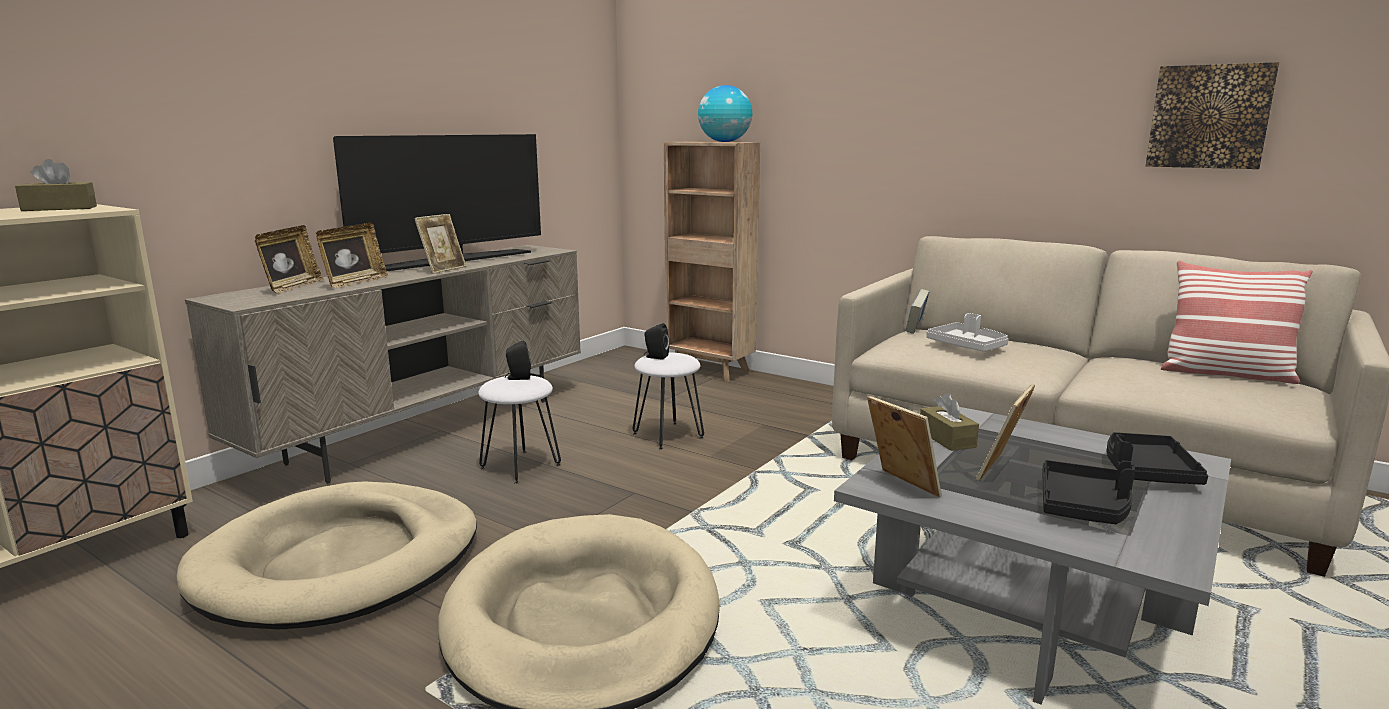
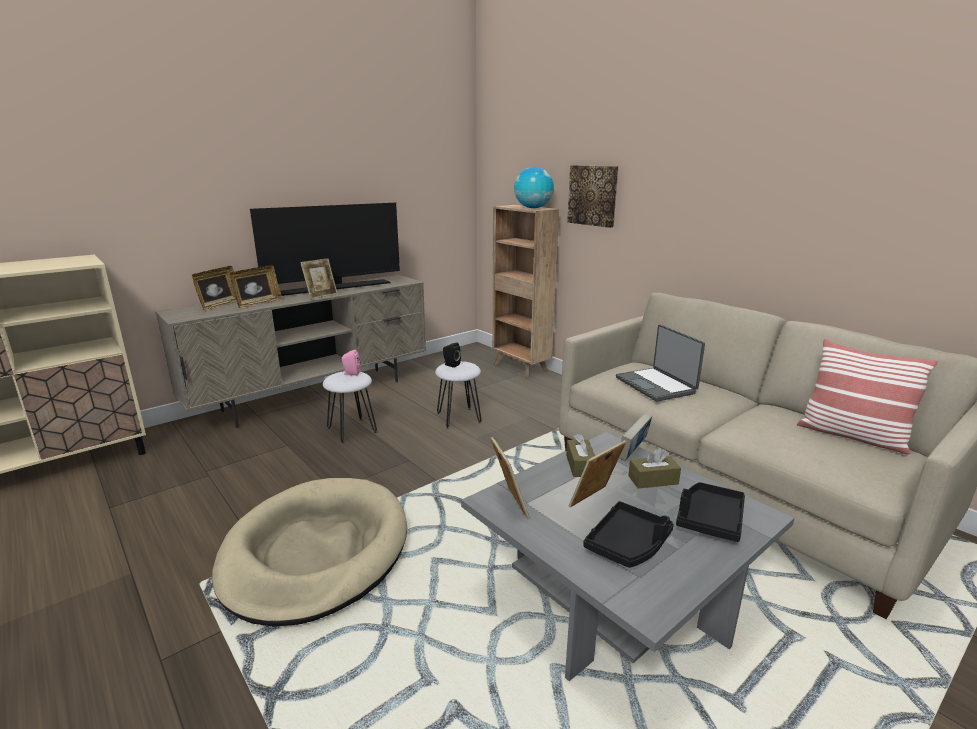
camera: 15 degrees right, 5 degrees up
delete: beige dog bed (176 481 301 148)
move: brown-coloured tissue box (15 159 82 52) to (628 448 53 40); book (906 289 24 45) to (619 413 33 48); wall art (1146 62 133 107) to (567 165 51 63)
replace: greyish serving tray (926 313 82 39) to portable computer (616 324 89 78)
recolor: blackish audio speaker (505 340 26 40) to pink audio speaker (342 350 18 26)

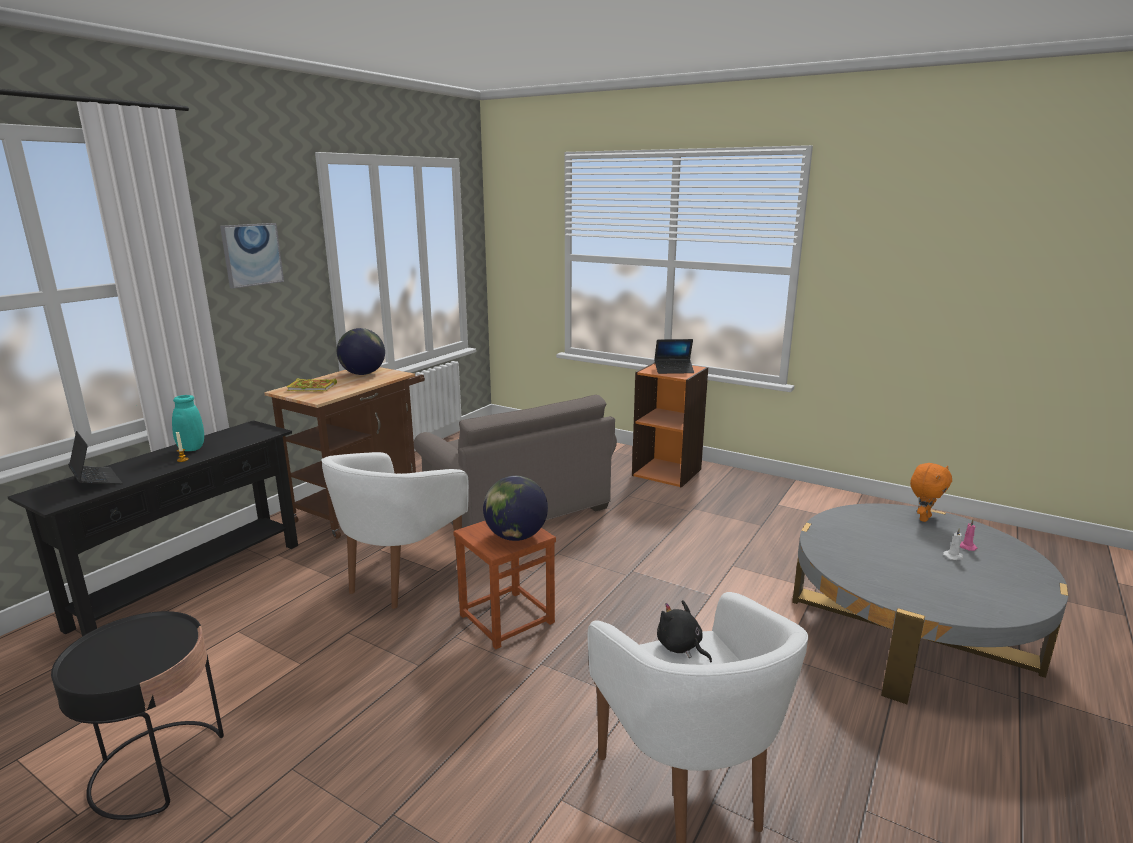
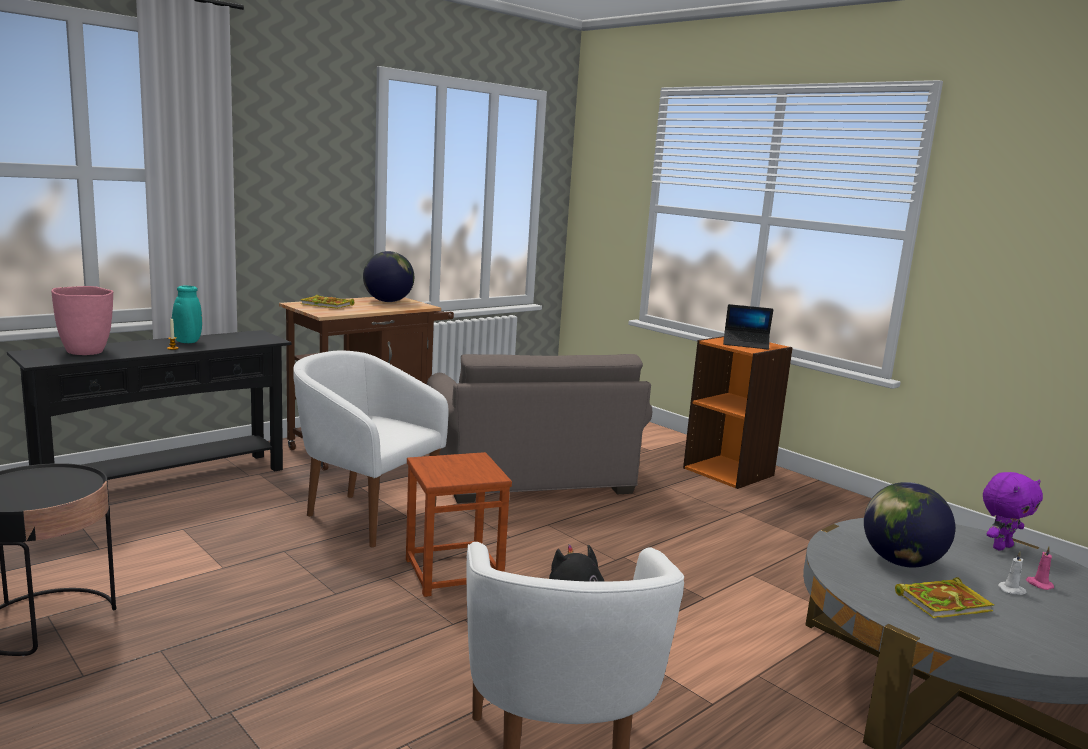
camera: 15 degrees right, 5 degrees down
delete: wall art (220 223 64 66)
insert: book (895 577 100 41)
move: globe (483 476 65 65) to (864 482 91 86)
replace: portable computer (68 431 55 54) to pink vase (51 286 62 69)
recolor: orangey cuddly toy (910 463 42 59) to purplish cuddly toy (983 472 60 79)
rotate: white armchair (321 452 148 157) = (293 351 156 196) 75 degrees clockwise

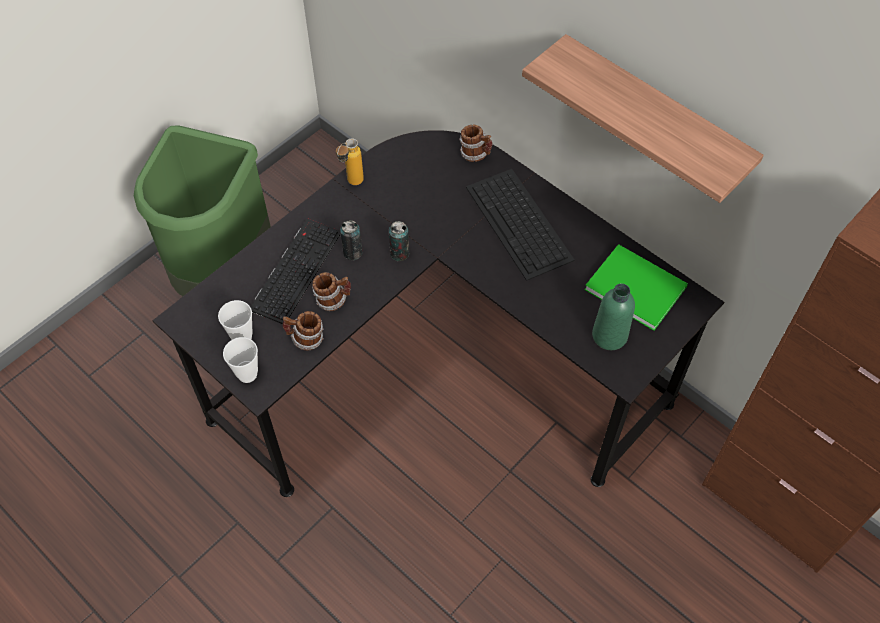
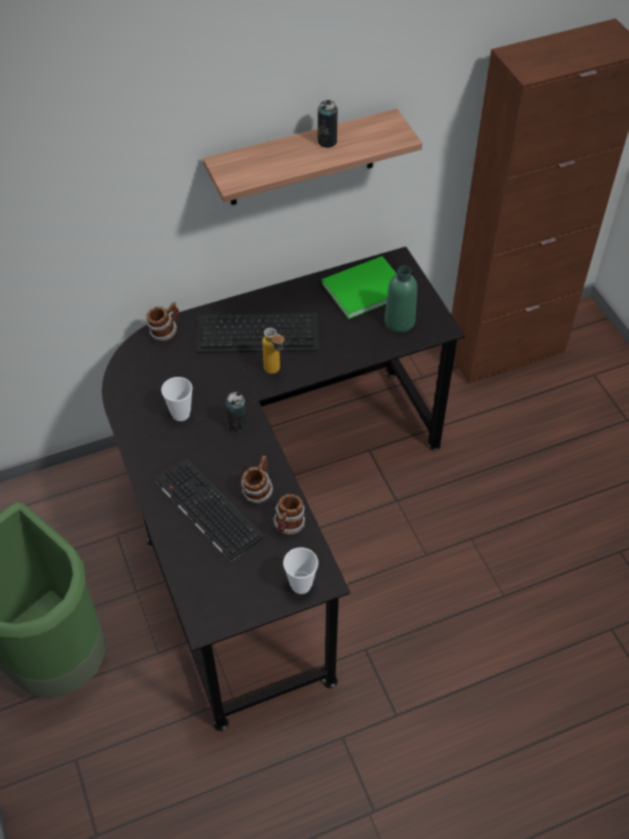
camera: 65 degrees left, 5 degrees down
move: small cup (218 300 34 40) to (161 377 32 44); drink bottle (336 139 28 46) to (262 328 22 46); sealed can (340 220 22 40) to (318 100 20 48)

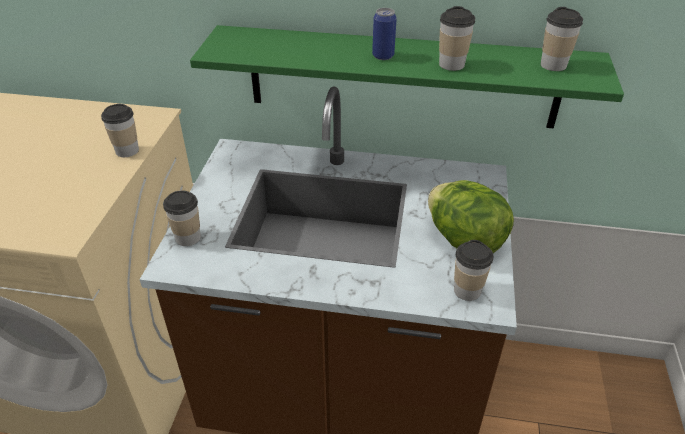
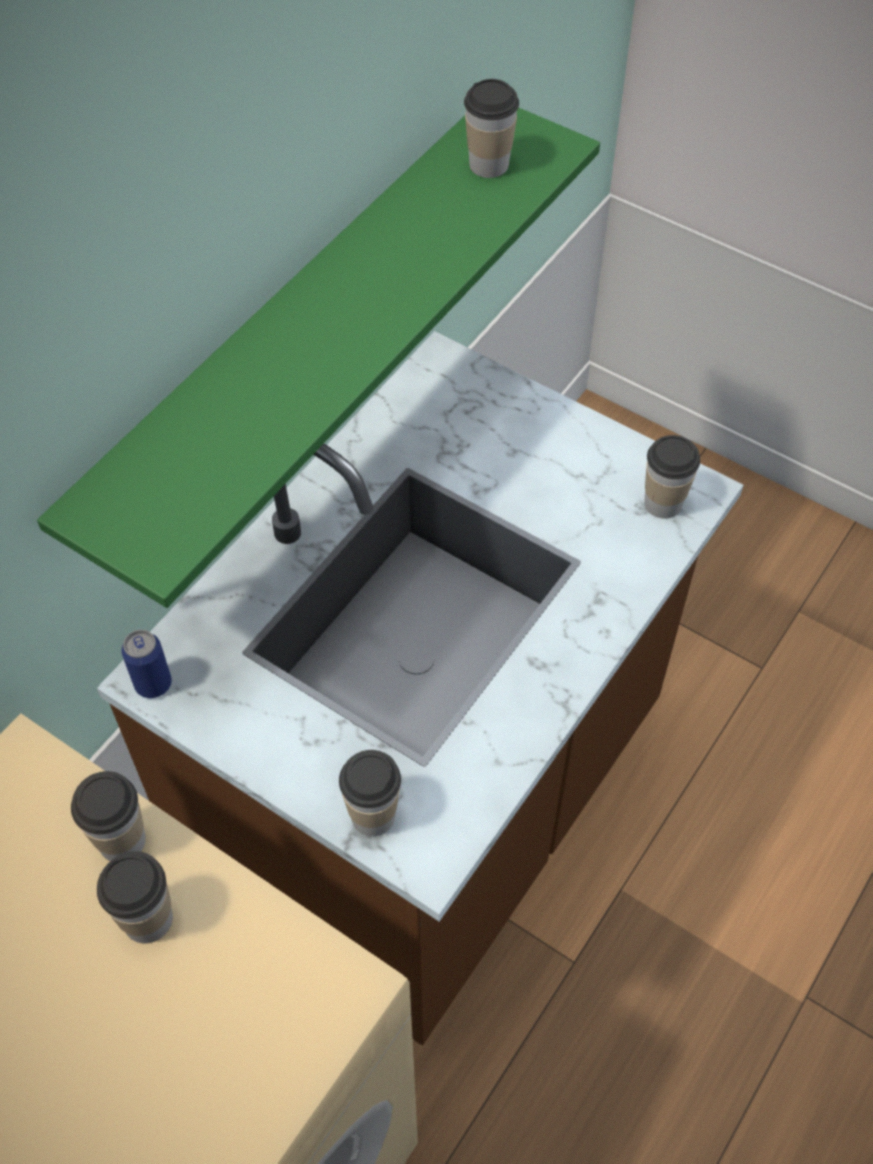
camera: 65 degrees left, 15 degrees up
delete: lettuce (428 180 86 73)
move: sealed can (372 8 25 52) to (121 630 51 68); small cup (439 6 36 65) to (97 851 76 93)

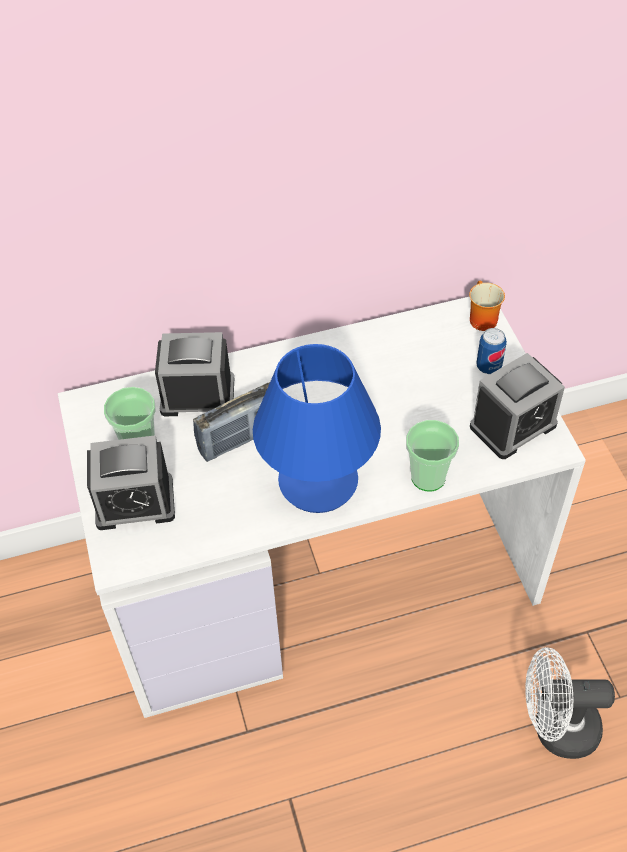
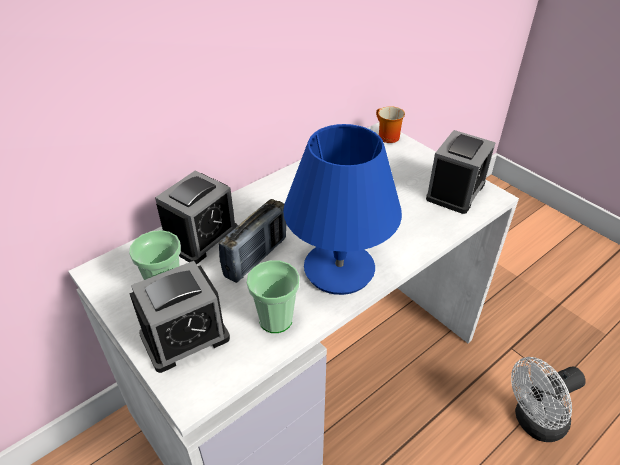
camera: 25 degrees left, 10 degrees down
delete: sealed can (476 328 31 46)
move: small cup (406 420 53 72) to (247 260 53 73)
rotate: table clock (155 332 79 84) = (155 170 83 94) 150 degrees clockwise

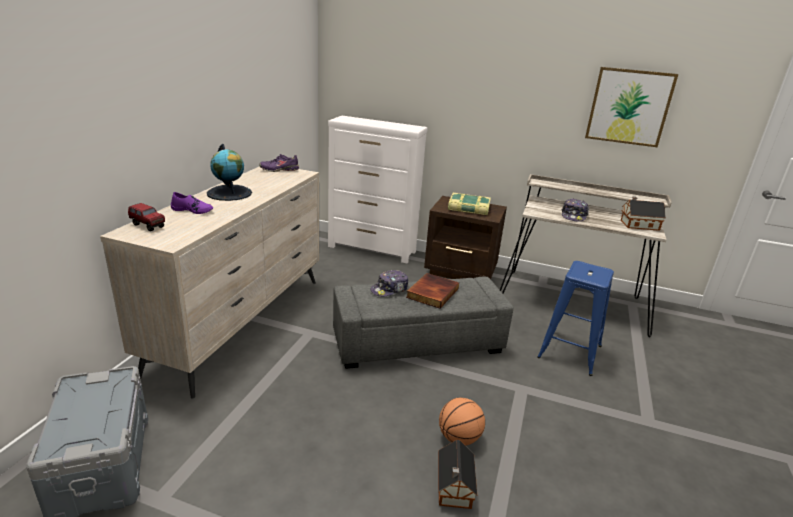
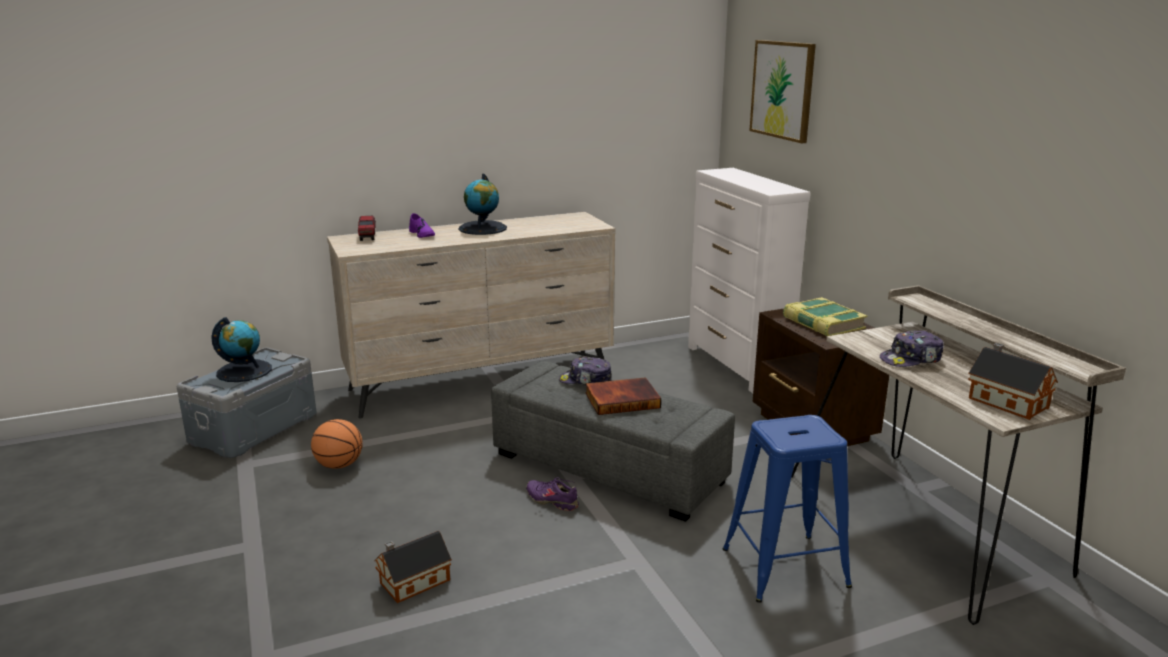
camera: 50 degrees right, 5 degrees down
insert: globe (211 317 61 65)
move: purplish shoe (259 154 40 18) to (526 477 53 34); basketball ball (439 398 46 48) to (311 419 52 50); wall art (585 67 93 80) to (749 40 67 103)

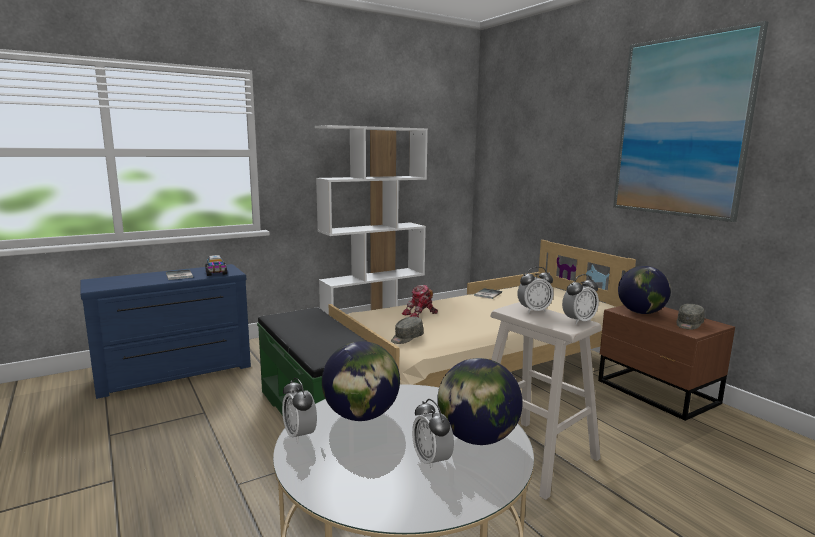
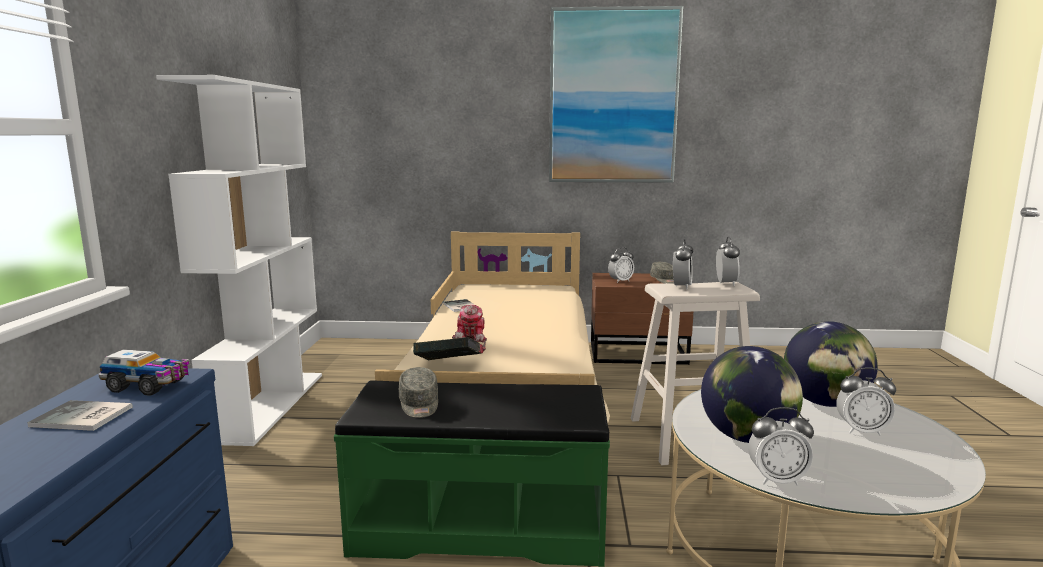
camera: 55 degrees left, 0 degrees up
insert: book (413 337 68 24)
move: greyish cap (391 317 33 27) to (399 367 39 51)
replace: globe (618 266 53 48) to table clock (608 247 26 36)

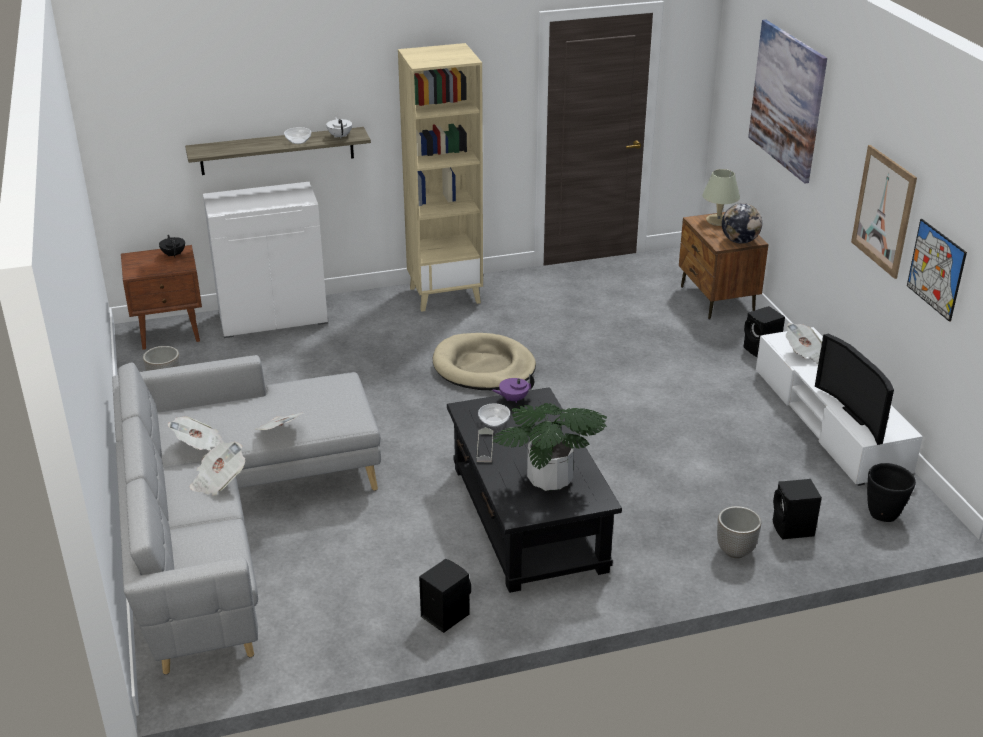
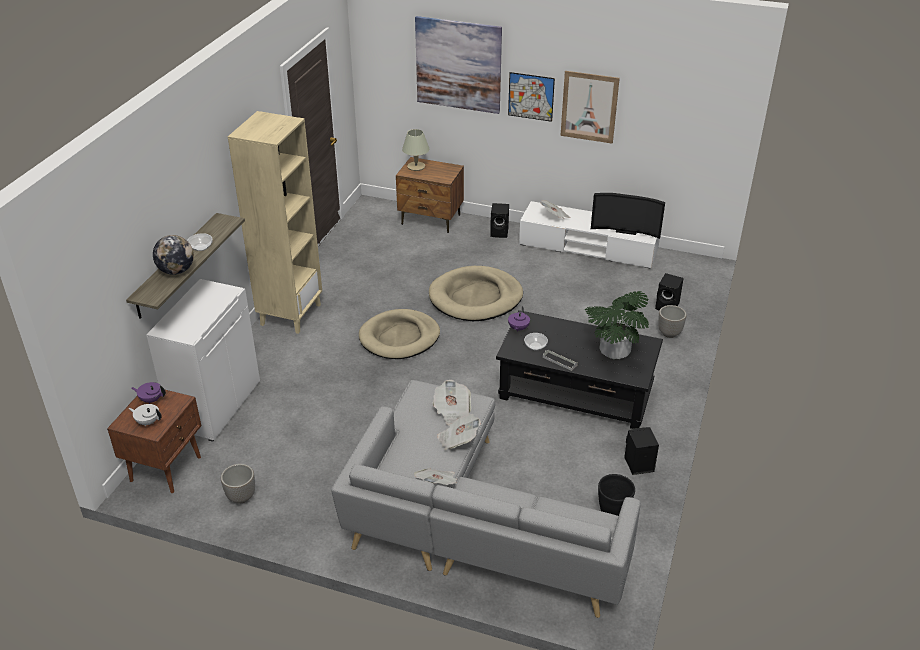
camera: 55 degrees left, 5 degrees up
insert: beige dog bed (429 266 94 55)
move: printed paper (190 442 55 53) to (433 380 38 45); white pot for tea (326 117 26 22) to (129 404 33 22); globe (722 203 40 41) to (153 235 41 40); blackish flower pot (867 463 49 59) to (598 474 37 42); wall art (907 219 60 103) to (508 72 47 50)
recolor: blackish pot for tea (159 235 26 22) to purplish pot for tea (132 382 34 22)

